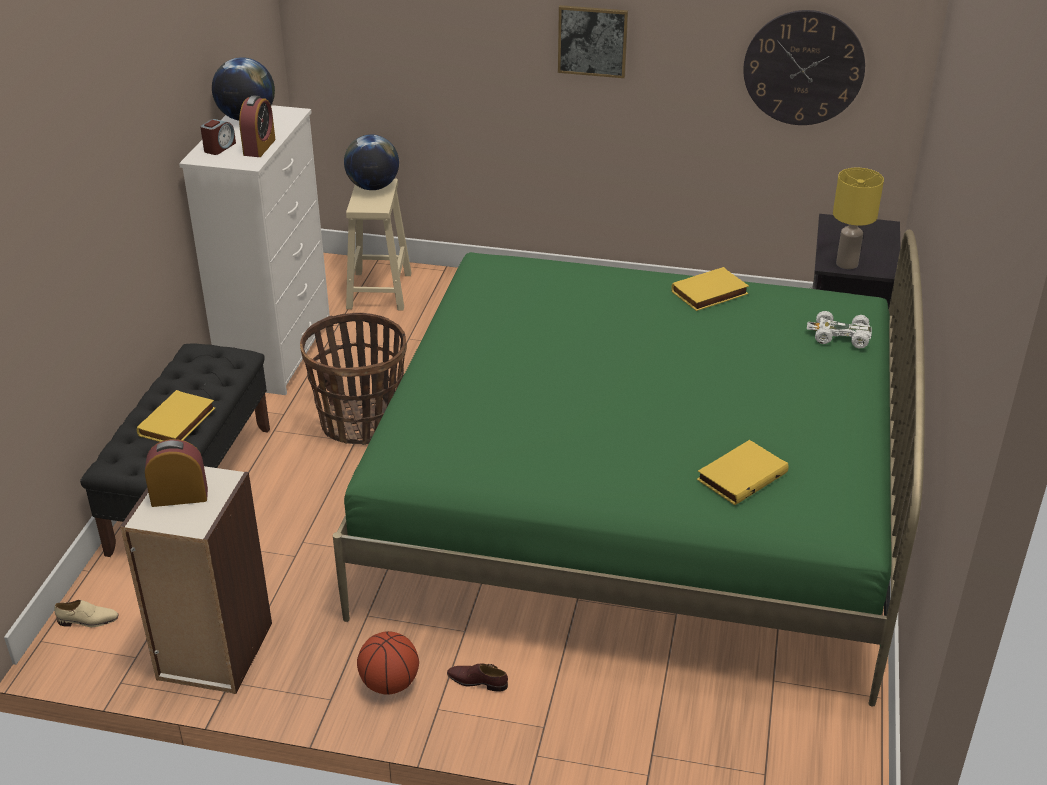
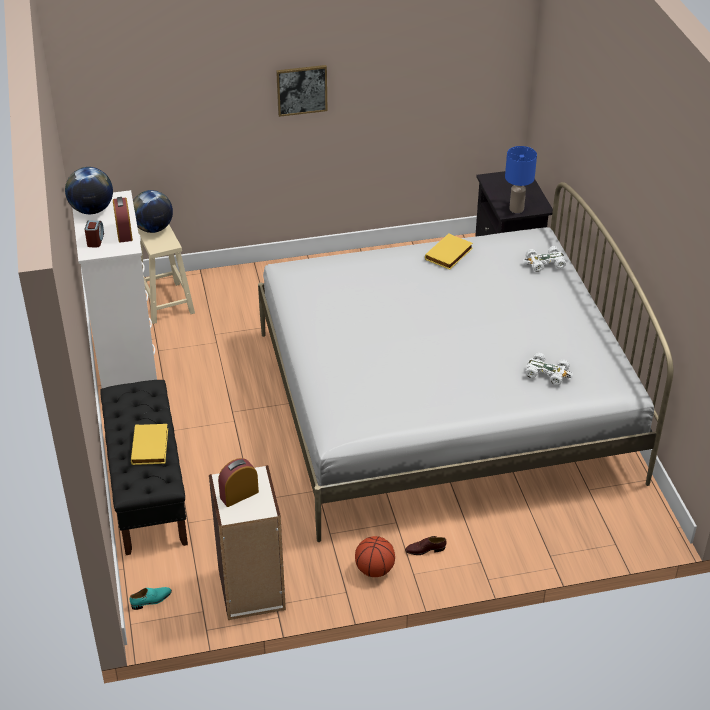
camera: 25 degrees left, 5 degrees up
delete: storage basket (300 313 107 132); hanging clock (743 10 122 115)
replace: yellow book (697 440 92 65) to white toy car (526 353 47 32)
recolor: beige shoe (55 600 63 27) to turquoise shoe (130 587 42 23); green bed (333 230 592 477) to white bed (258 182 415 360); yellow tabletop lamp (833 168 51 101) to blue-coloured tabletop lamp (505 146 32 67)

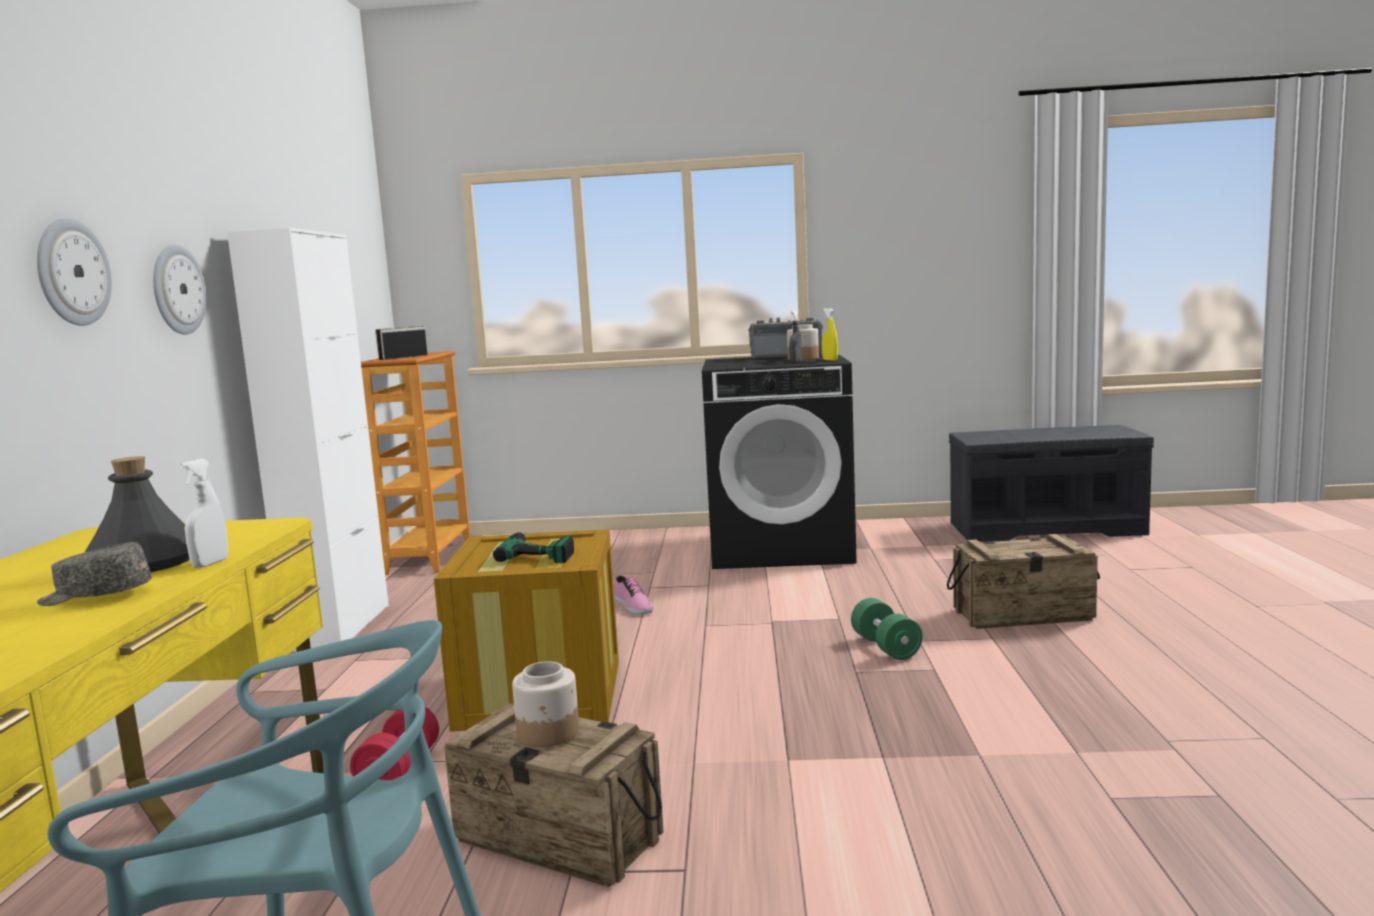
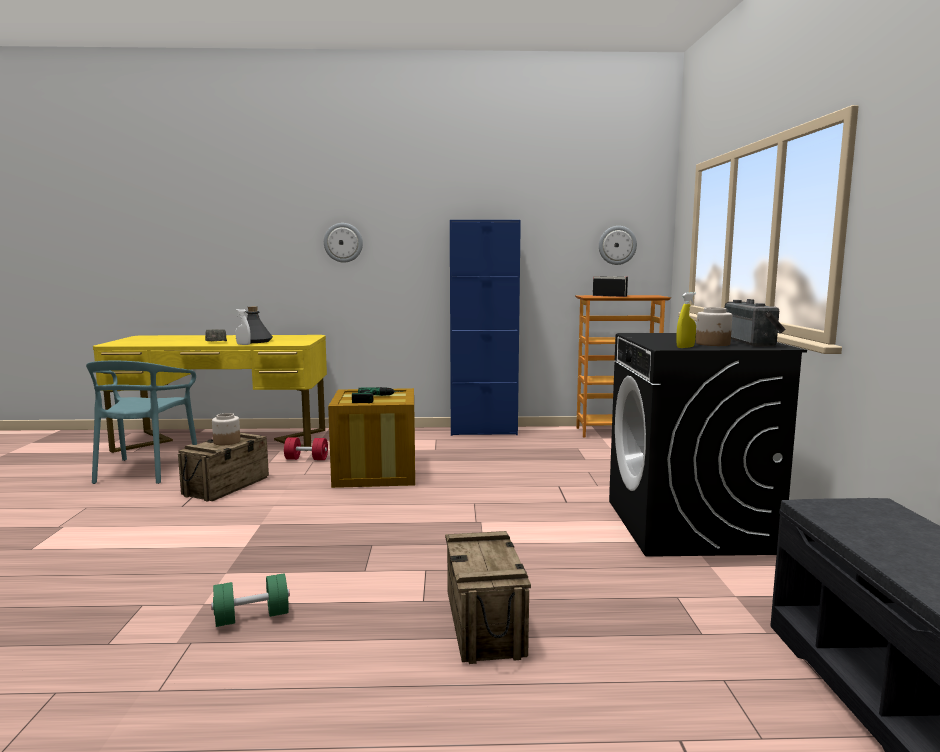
camera: 85 degrees right, 0 degrees up
delete: shoe (614 575 39 39); greyish hand sprayer (789 310 13 53)
move: hanging clock (153 245 54 90) to (599 226 38 39); green dumbbell (851 598 71 62) to (211 573 79 54)
recolor: white cupboard (227 227 162 425) to blue-coloured cupboard (450 220 71 216)

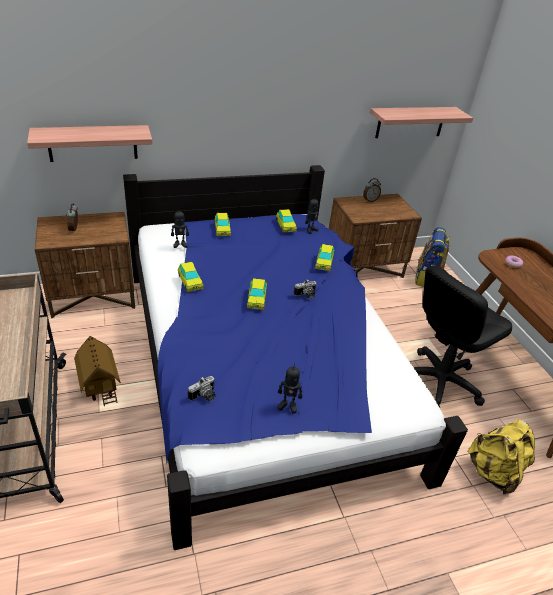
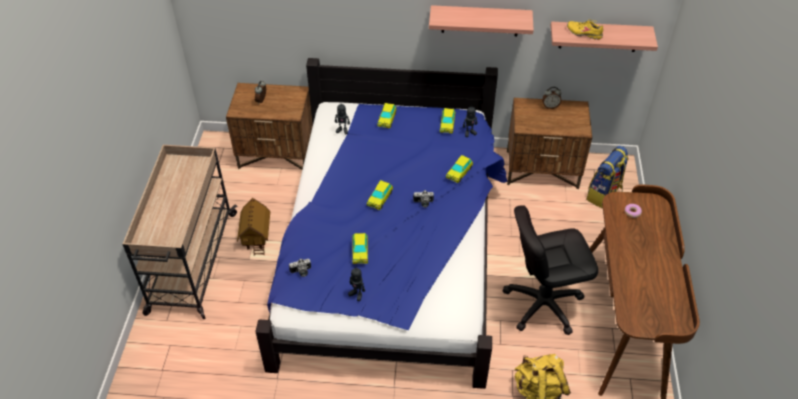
camera: 25 degrees right, 10 degrees up
insert: yellow shoe (567 19 36 21)
move: shelf (27 125 126 37) to (429 5 105 31); toy car (178 262 26 30) to (352 233 16 31)

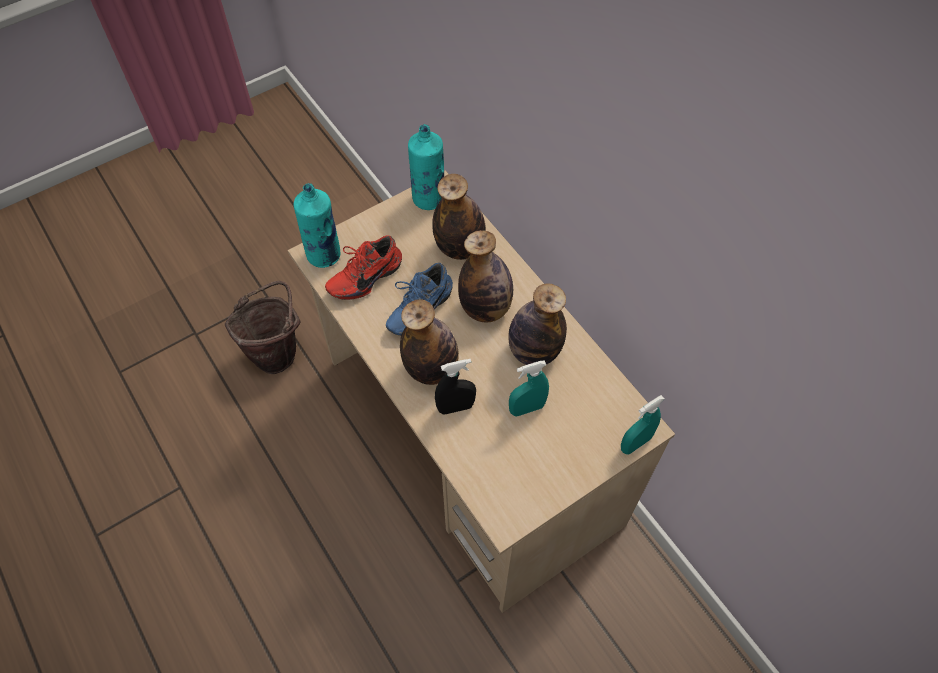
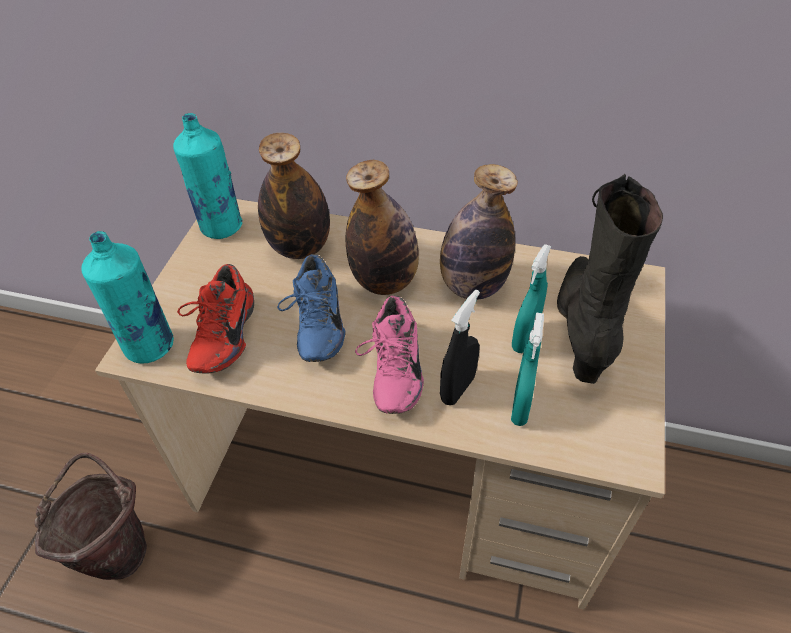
camera: 40 degrees left, 10 degrees down
insert: blackish high-top boot (557 174 106 210)
move: turquoise hand sprayer (621 395 43 60) to (511 312 33 114)
replace: drink bottle (400 299 59 86) to pink shoe (355 295 69 119)

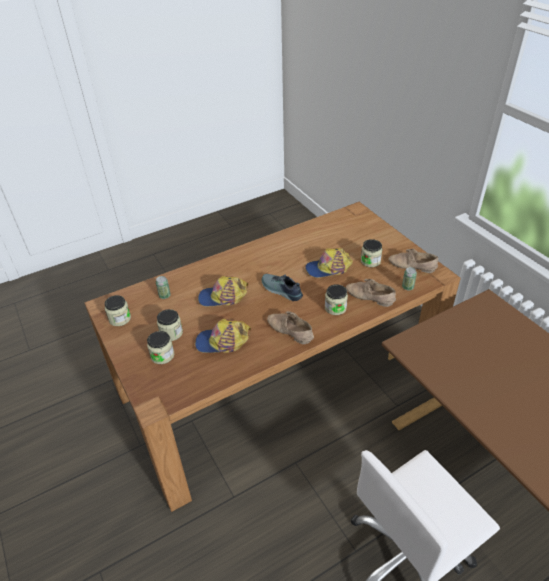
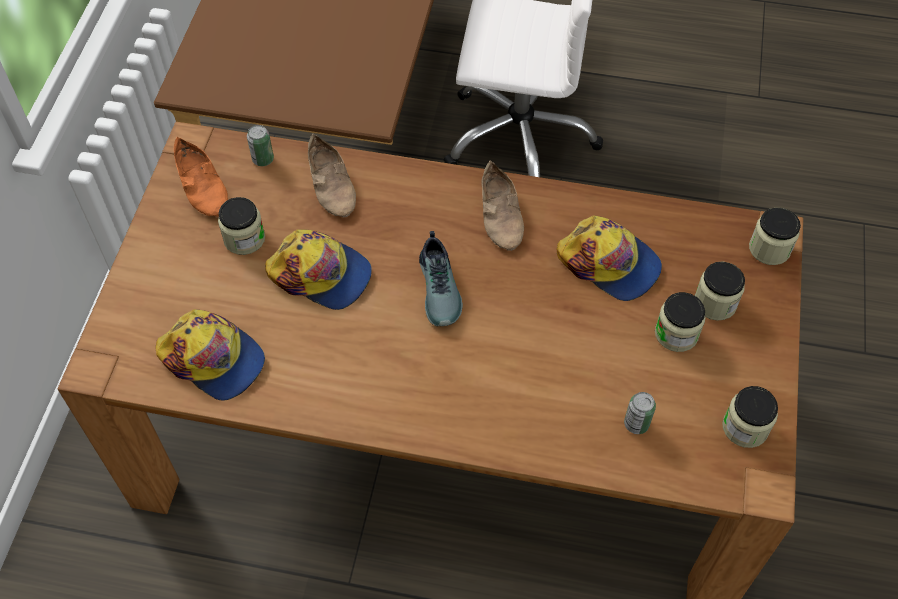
camera: 140 degrees left, 15 degrees up
move: cap (198 276 50 30) to (156 309 109 92); preserve jar (325 284 23 31) to (749 208 52 57)
recolor: beige shoe (388 249 50 24) to orangey shoe (174 137 54 80)

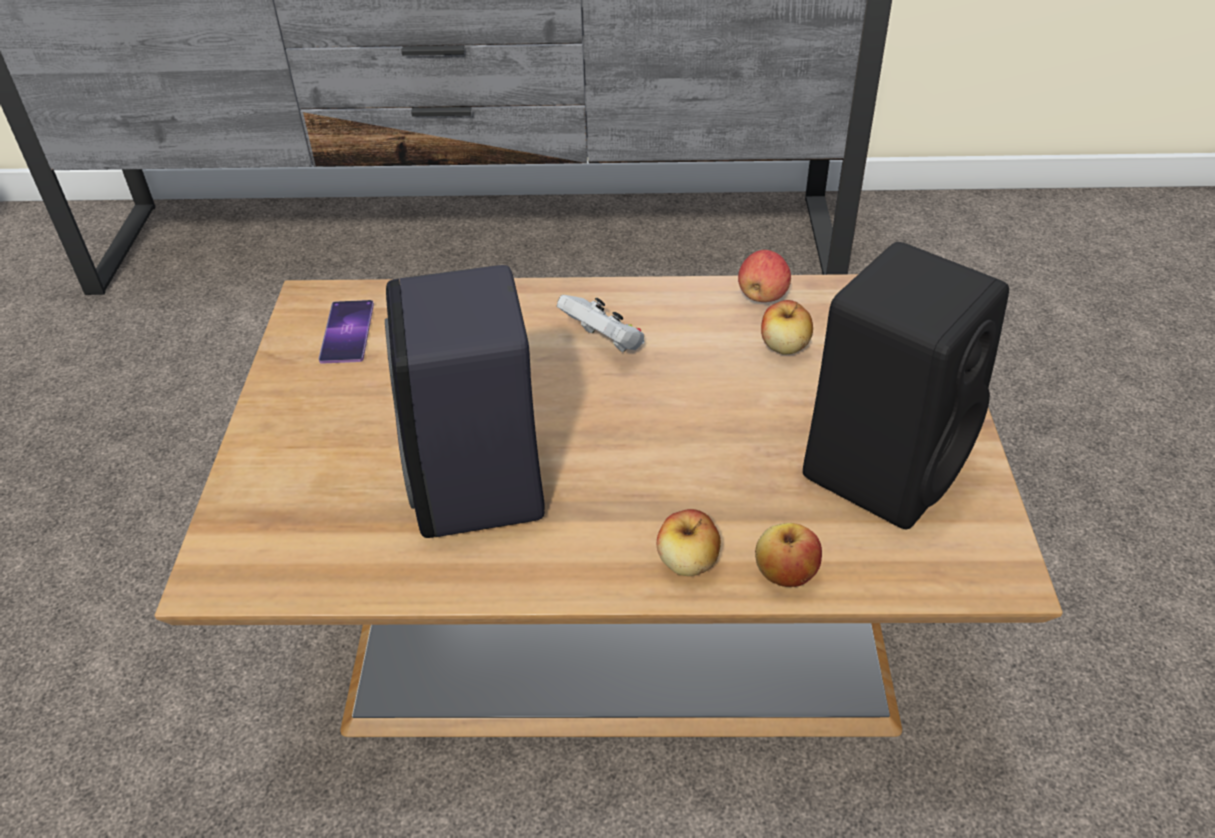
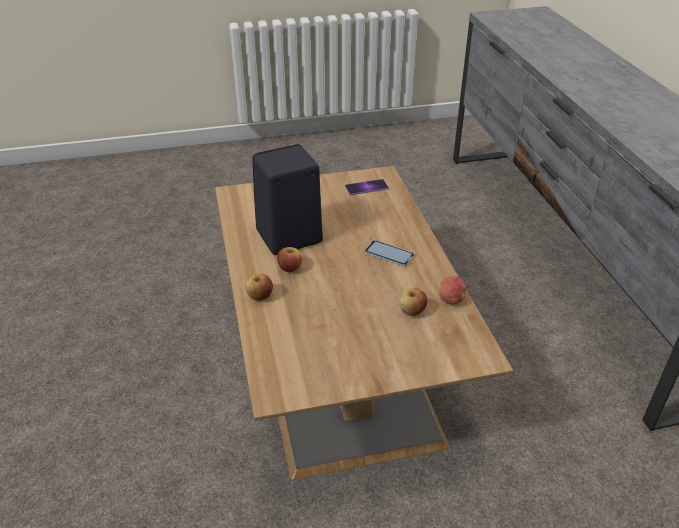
camera: 75 degrees right, 5 degrees down
delete: blackish audio speaker (803 242 206 288)
move: apple fruit (755 523 67 64) to (277 247 25 25)
replace: white gamepad (557 295 87 57) to handset (365 240 49 26)

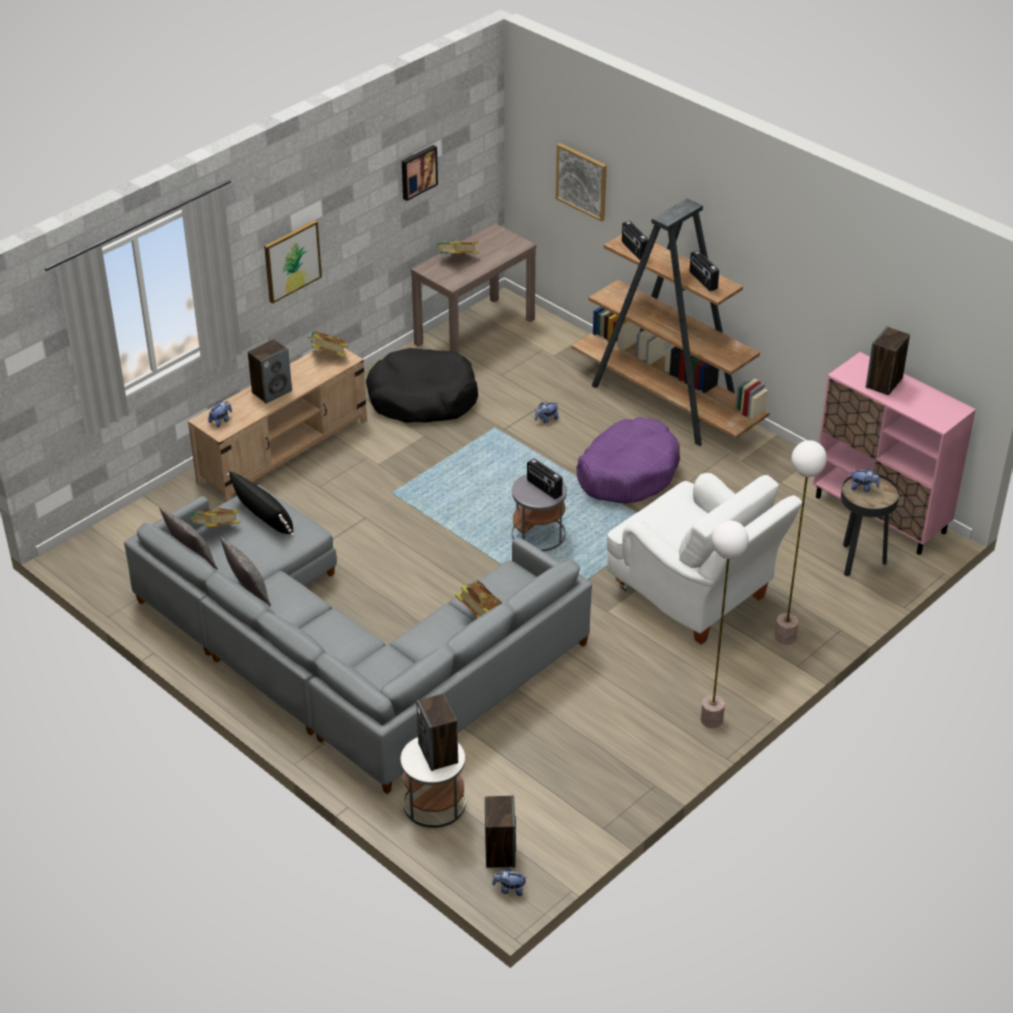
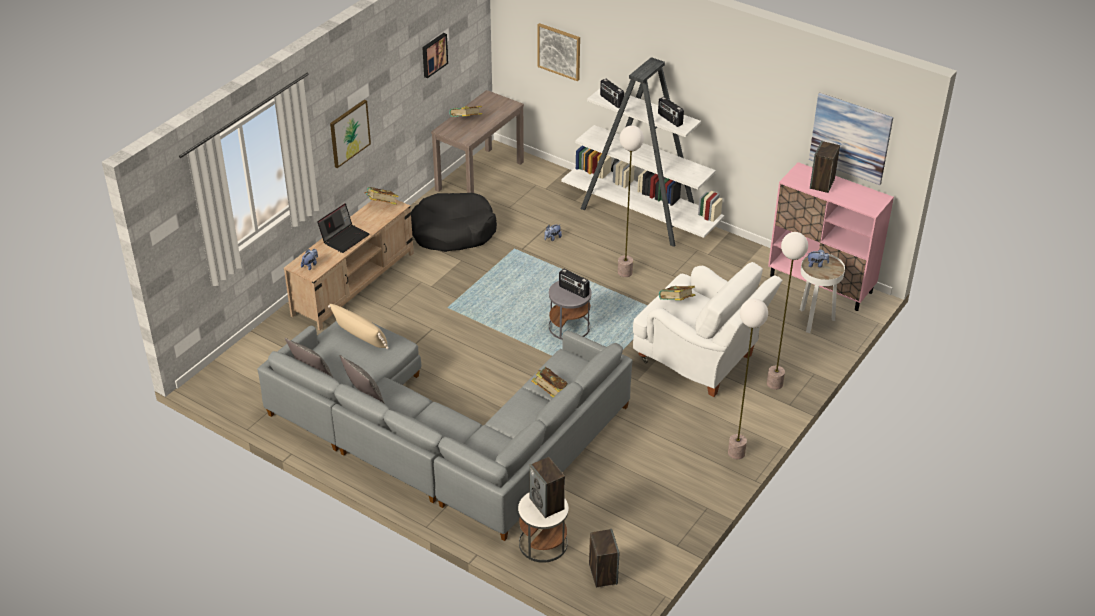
camera: 10 degrees left, 0 degrees up
delete: cuddly toy (492 867 35 29)
insert: wall art (809 93 84 92)
move: book (190 508 50 19) to (659 286 36 15)
replace: audio speaker (248 339 44 65) to portable computer (317 203 52 50); purplish dog bed (576 417 104 86) to floor lamp (618 125 26 152)
recolor: blackish pillow (227 471 67 65) to beige pillow (328 304 61 45); brown-coloured bookshelf (571 198 199 248) to white bookshelf (561 57 163 190); blackish end table (841 473 58 104) to white end table (800 254 45 79)

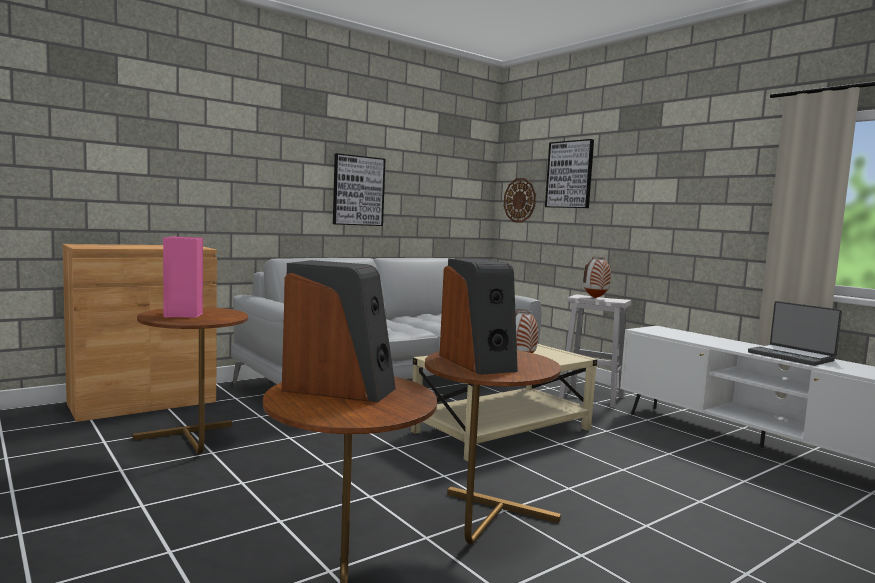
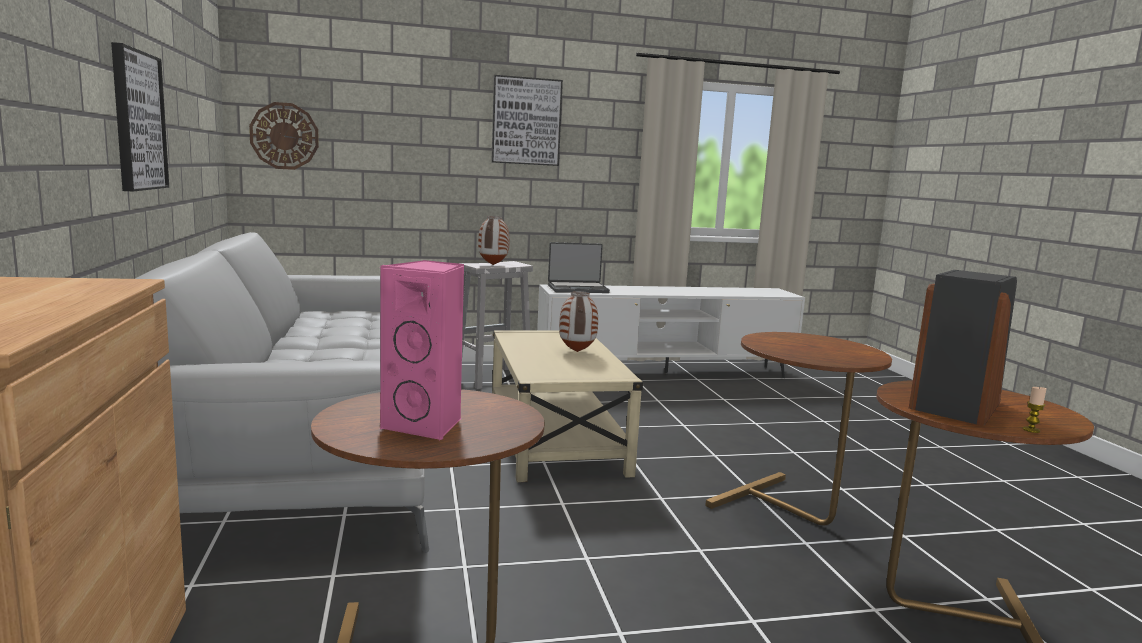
camera: 65 degrees left, 5 degrees up
delete: audio speaker (439 258 79 117)
insert: wax candle (1022 386 25 47)
move: wall art (545 139 49 69) to (491 75 72 91); portable computer (748 301 94 65) to (548 242 62 51)

